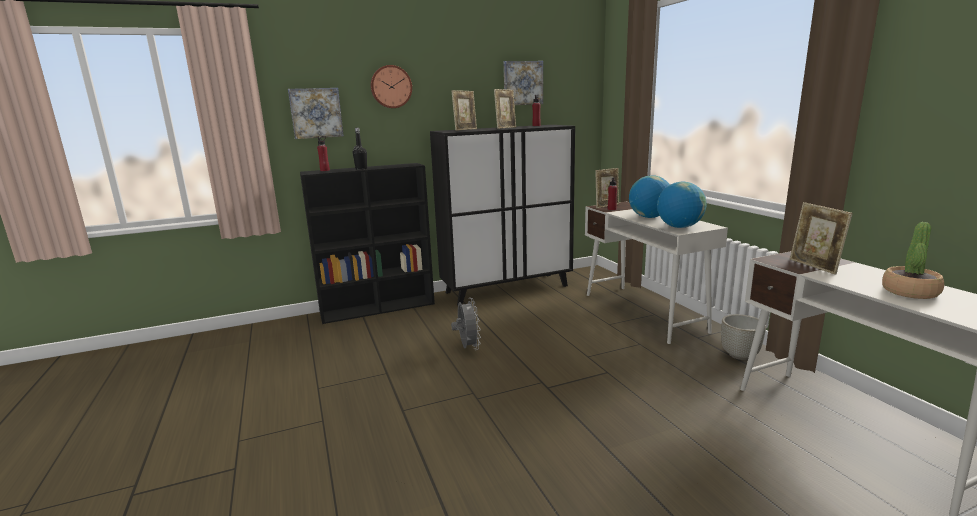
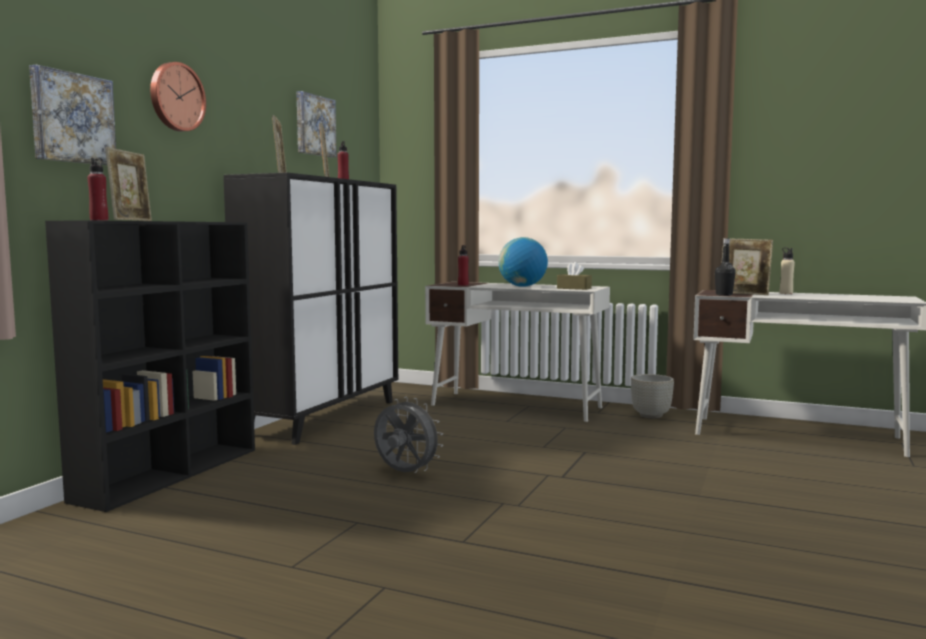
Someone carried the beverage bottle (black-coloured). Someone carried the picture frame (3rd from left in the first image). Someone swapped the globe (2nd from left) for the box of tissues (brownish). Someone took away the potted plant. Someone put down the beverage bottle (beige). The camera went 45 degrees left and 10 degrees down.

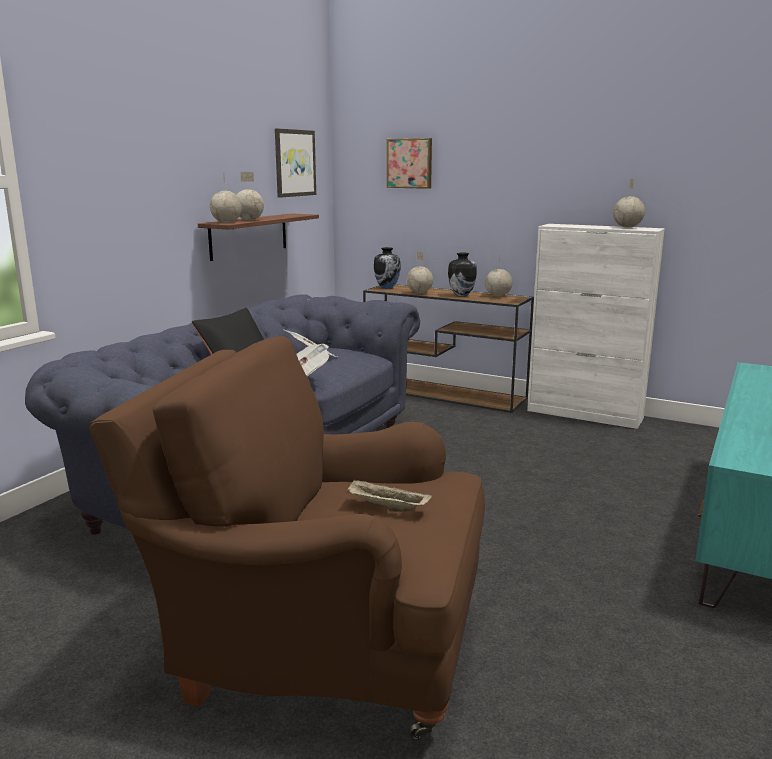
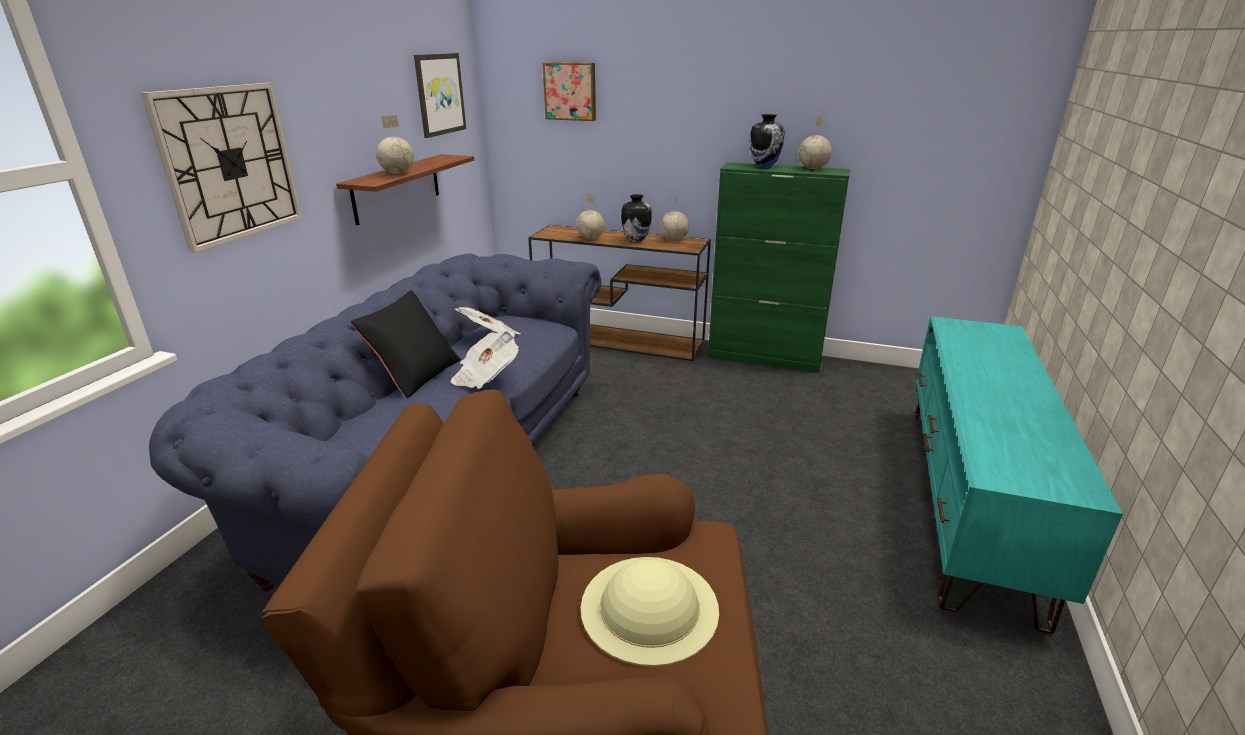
Someone took away the globe (1st from left). Someone repainted the cabinet (whitish), which became the cabinet (greenish). Someone carried the flower vase (1st from left in the first image). Someone swapped the serving tray (beige) for the hat (beige). Someone put up the wall clock. The camera went 10 degrees left and 10 degrees up.

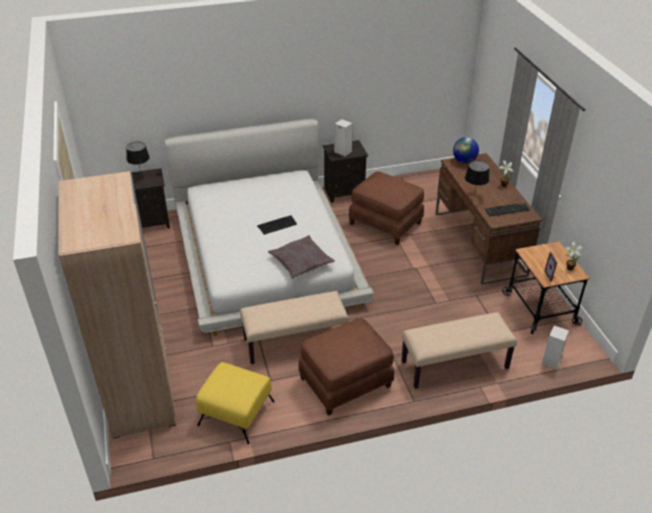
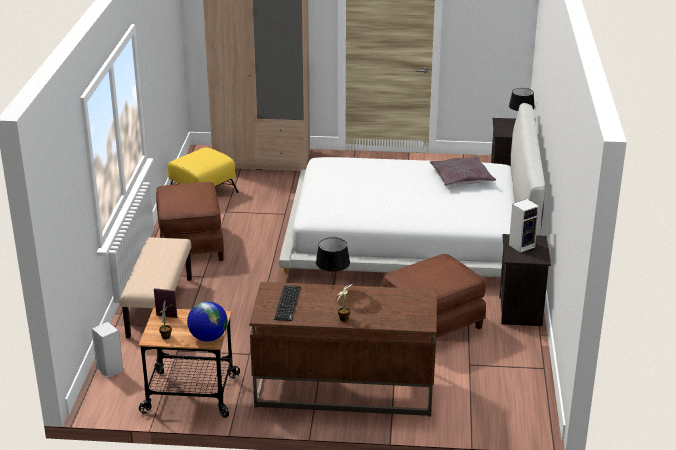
Someone carried the globe. Someone took away the computer keyboard (1st from left). Someone carried the throw pillow (gray). Someone took away the bench (beige) (1st from left). The camera went 110 degrees right and 10 degrees down.

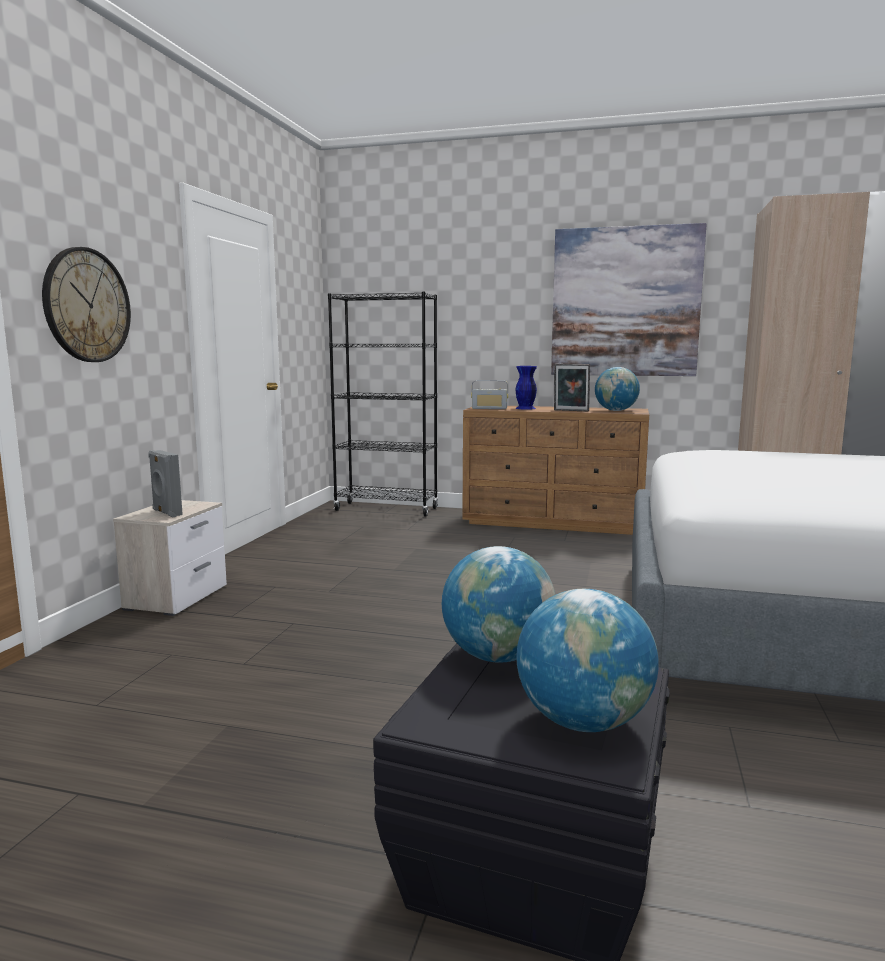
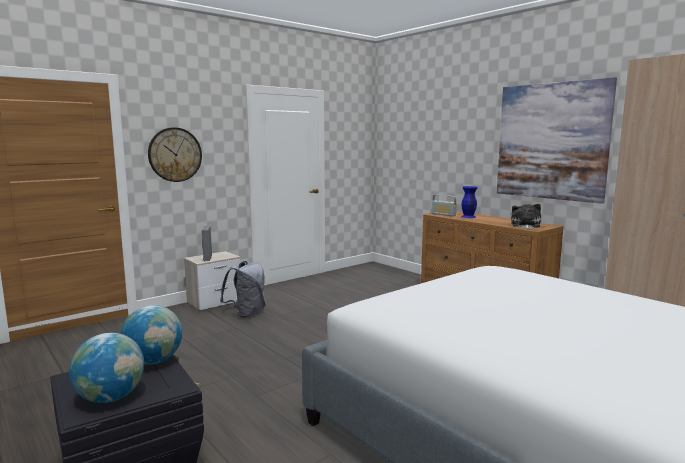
Someone took away the bookcase (black-coloured). Someone took away the picture frame. Someone swapped the globe (3rd from left) for the plush toy. Someone put down the rucksack (gray). The camera went 35 degrees right and 0 degrees up.

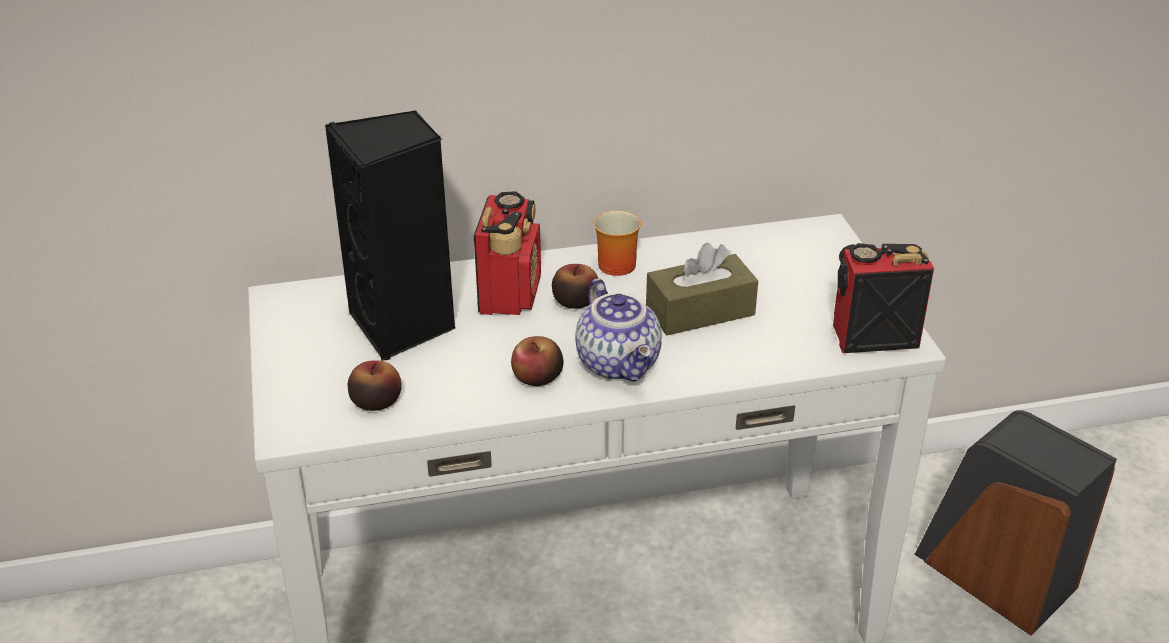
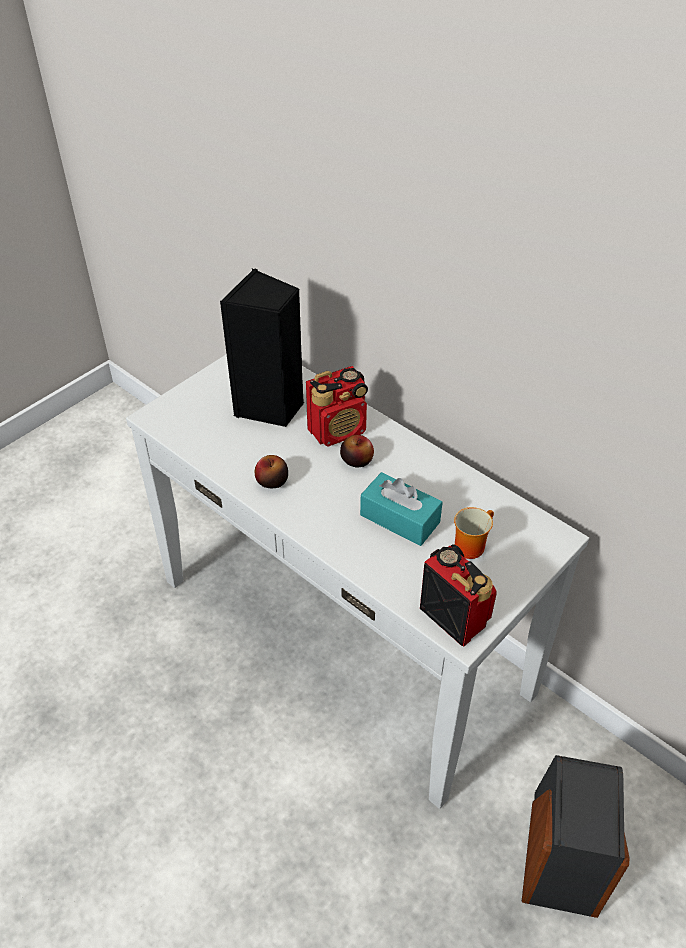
Someone carried the tea mug. Someone repainted the box of tissues (brownish), which became the box of tissues (turquoise). Someone took away the teapot. Someone took away the apple fruit (1st from left). The camera went 55 degrees right and 10 degrees up.

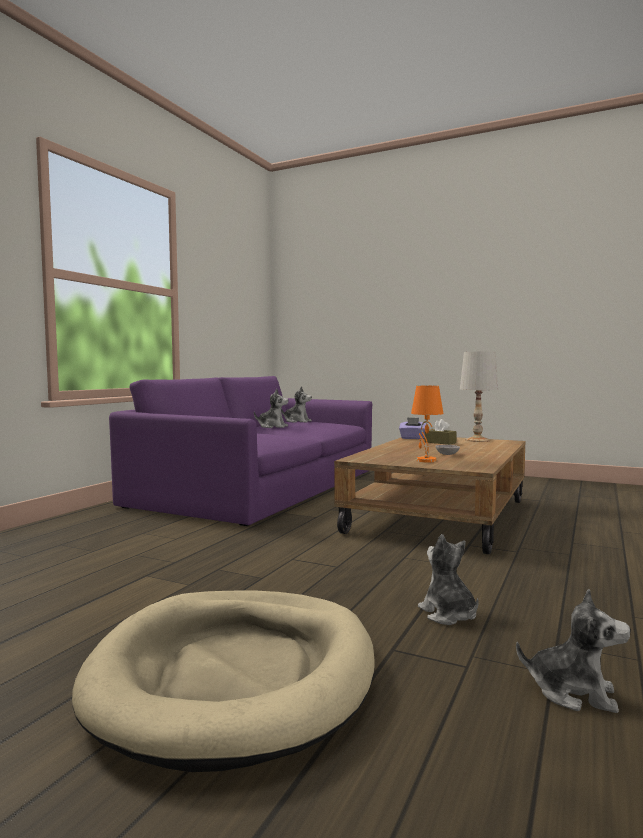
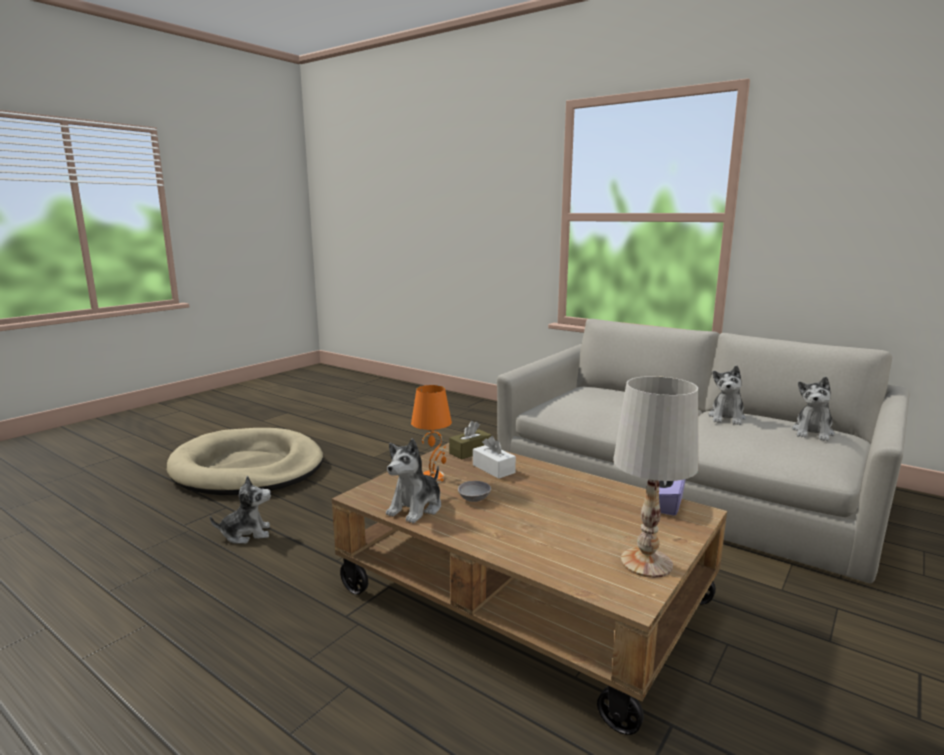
Someone repainted the settee (purplish), which became the settee (gray). Someone carried the box of tissues (brownish). Someone carried the plush toy (4th from left in the first image). Someone put down the box of tissues (whitish). The camera went 100 degrees right and 10 degrees up.

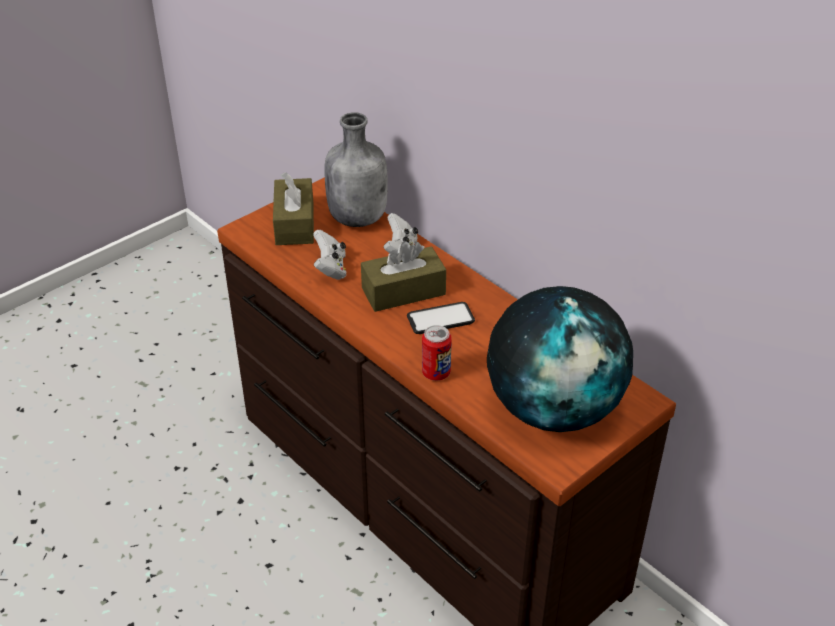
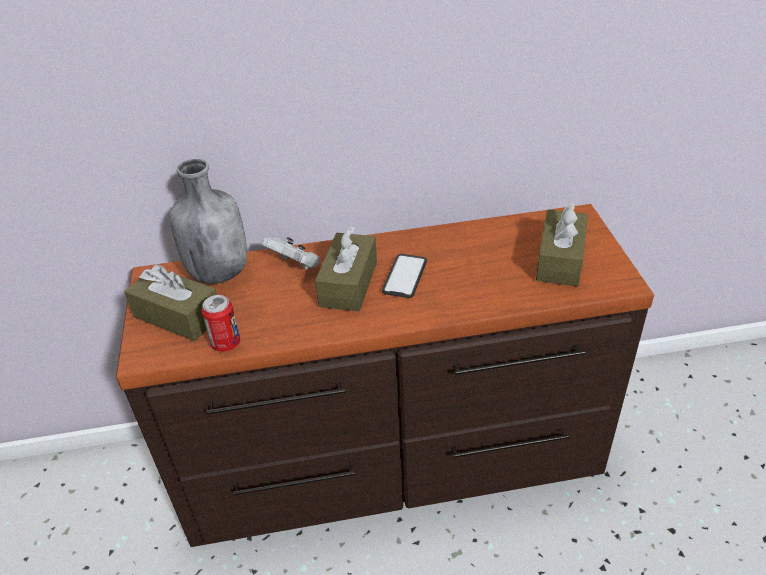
Someone took away the game controller (whitish) (1st from left). Someone swapped the globe for the box of tissues (brownish) (3rd from left). Someone carried the sealed can. The camera went 55 degrees left and 0 degrees up.

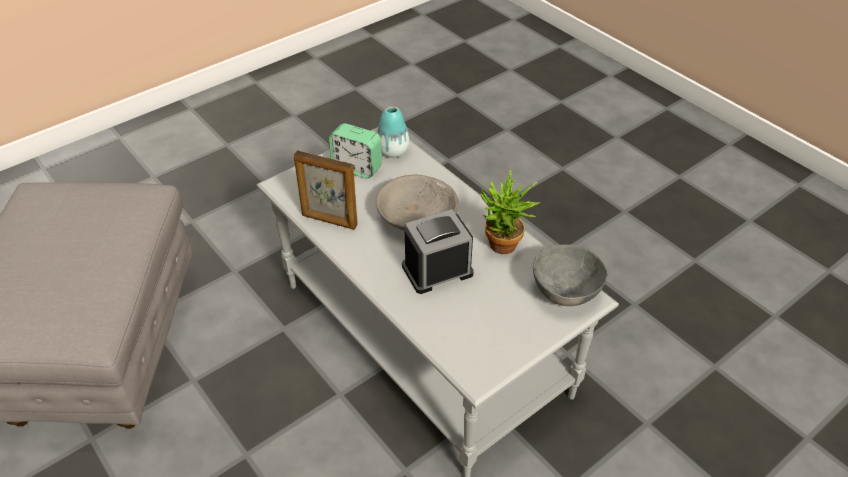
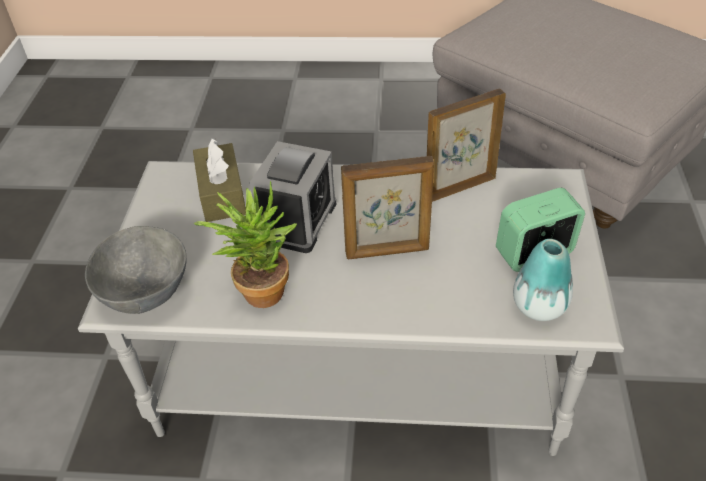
Someone swapped the deep dish (gray) (1st from left) for the picture frame (1st from left). Someone put down the box of tissues (brownish). The camera went 135 degrees right and 0 degrees up.

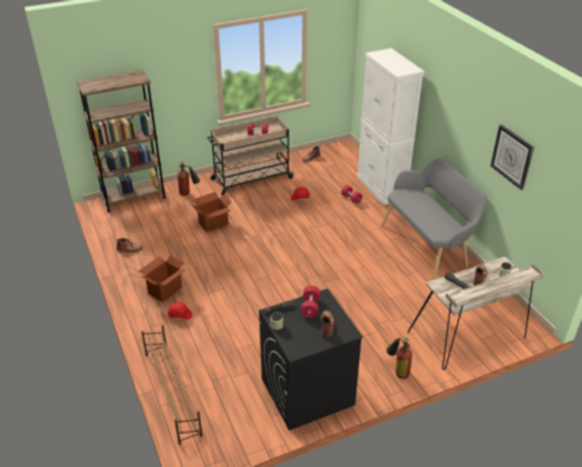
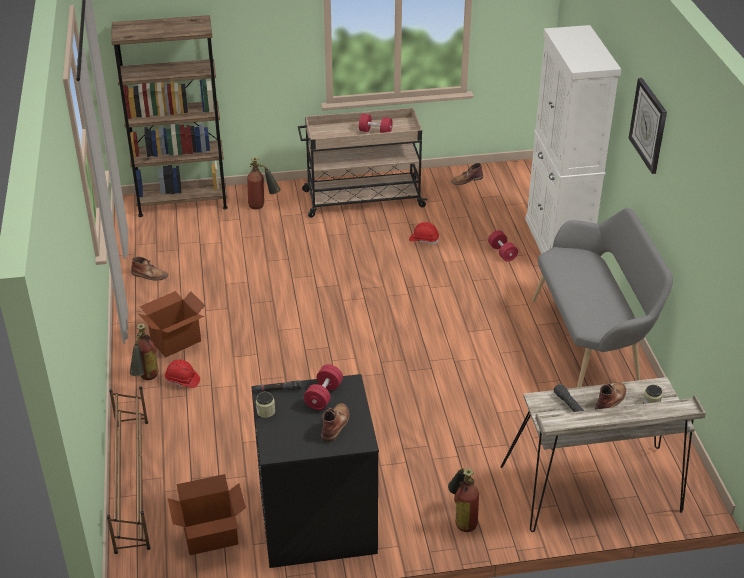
Someone carried the wall clock. Someone carried the packing box (2nd from left). Someone put down the extinguisher (1st from left). The camera went 15 degrees right and 0 degrees up.

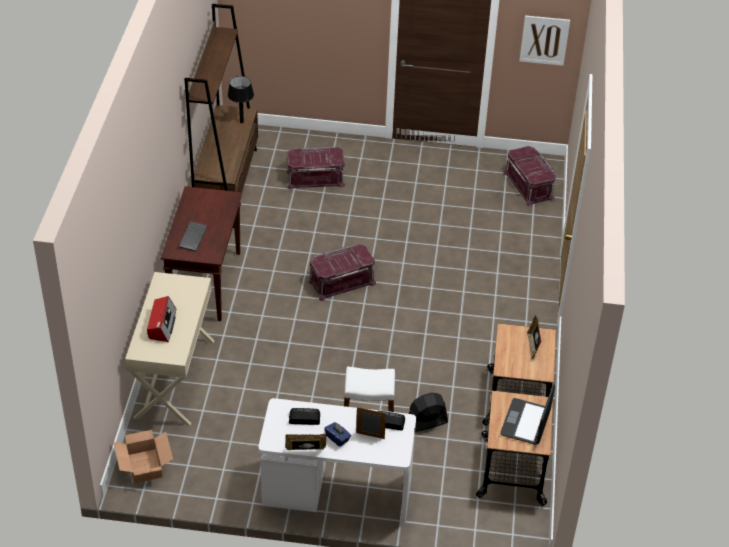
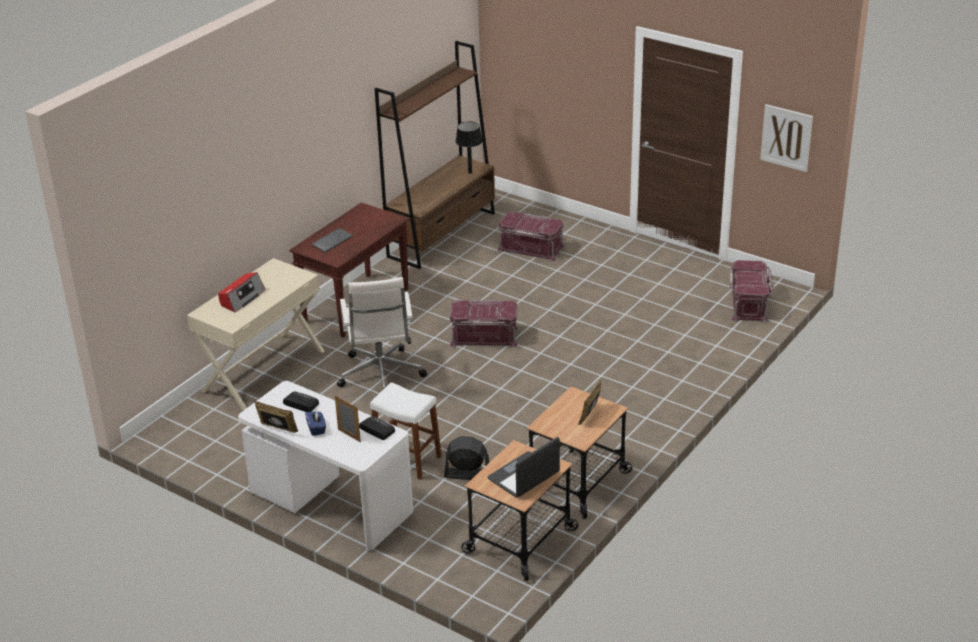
Someone took away the packing box. Someone put down the computer chair (whitish). The camera went 30 degrees right and 10 degrees down.

